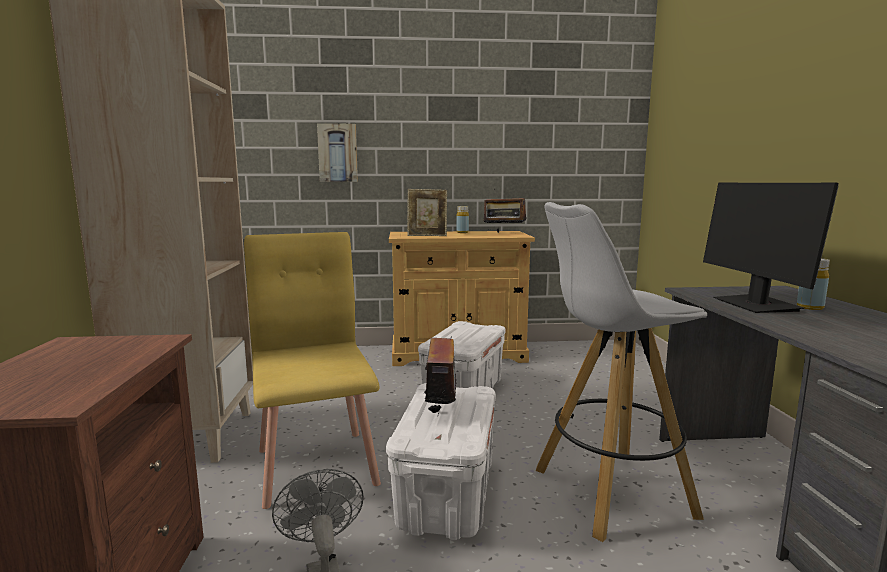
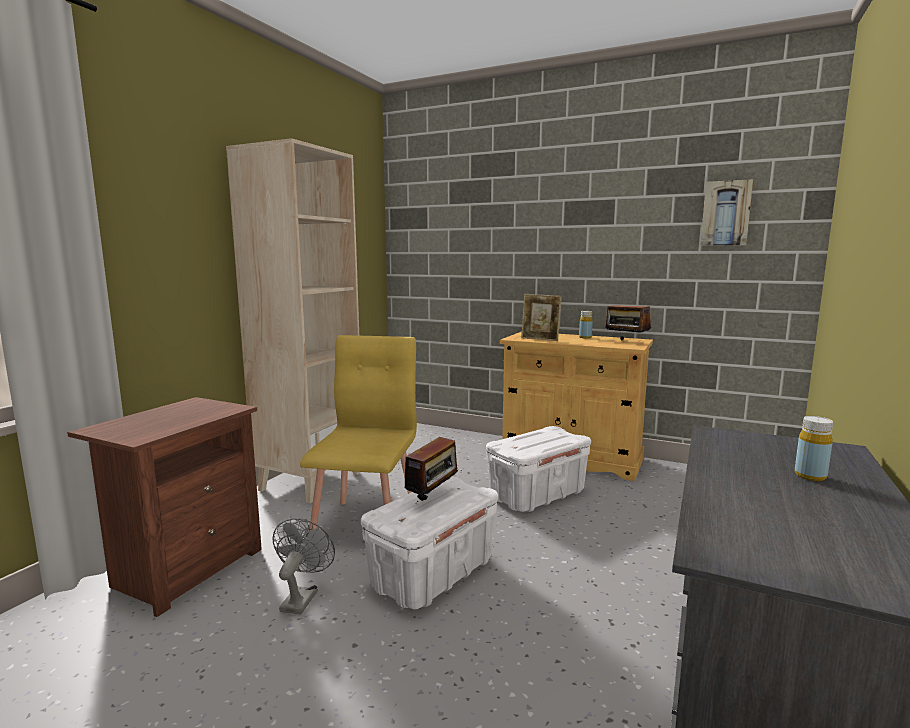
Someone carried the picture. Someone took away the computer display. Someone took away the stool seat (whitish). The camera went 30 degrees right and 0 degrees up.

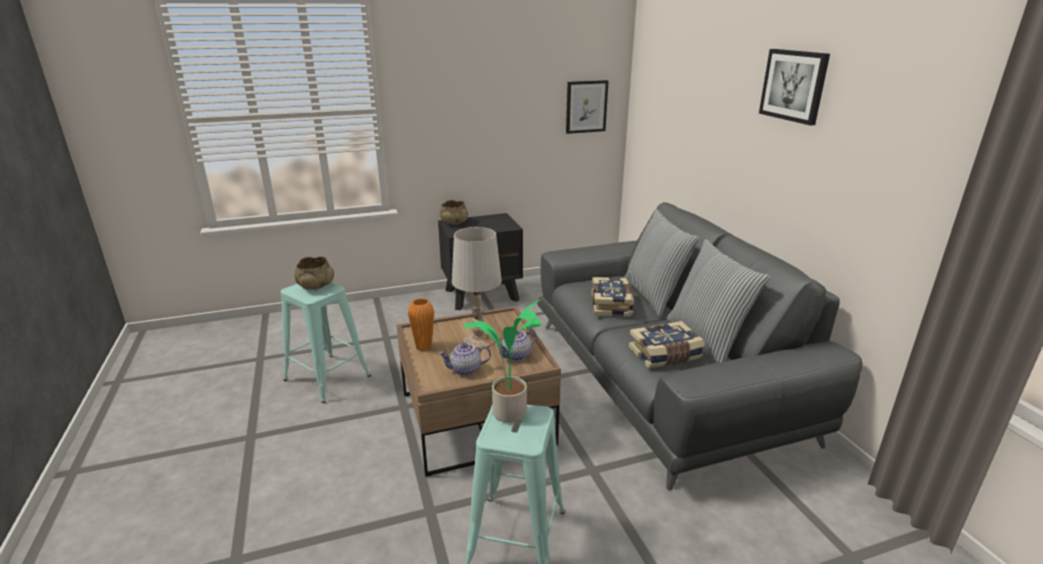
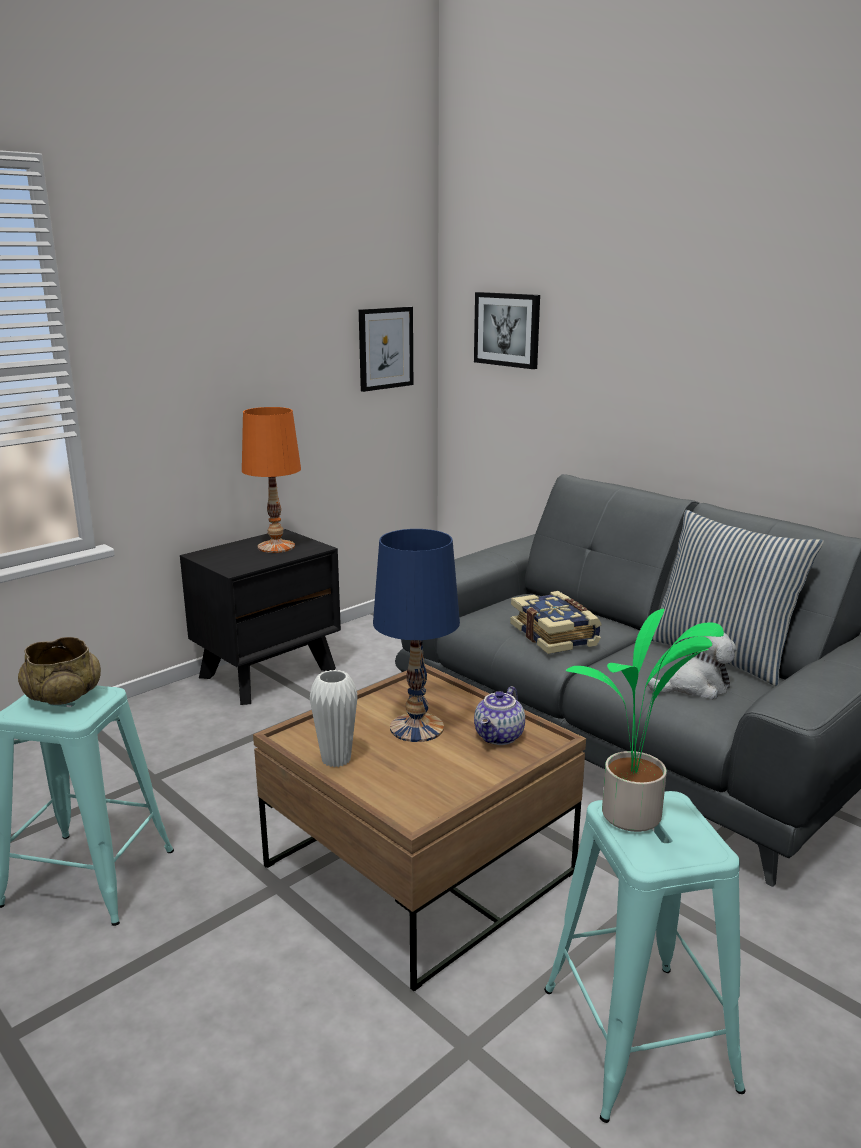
Someone carried the picture (2nd from left). Someone took away the deep dish (beige) (2nd from left). Someone took away the throw pillow (1st from left). Someone repainted the table lamp (whitish), which became the table lamp (blue-coloured). Someone repainted the flower vase (orange), which became the flower vase (whitish). Someone swapped the volume (2nd from left) for the plush toy. Someone took away the teapot (1st from left). Someone put down the table lamp (orange). The camera went 25 degrees left and 5 degrees down.

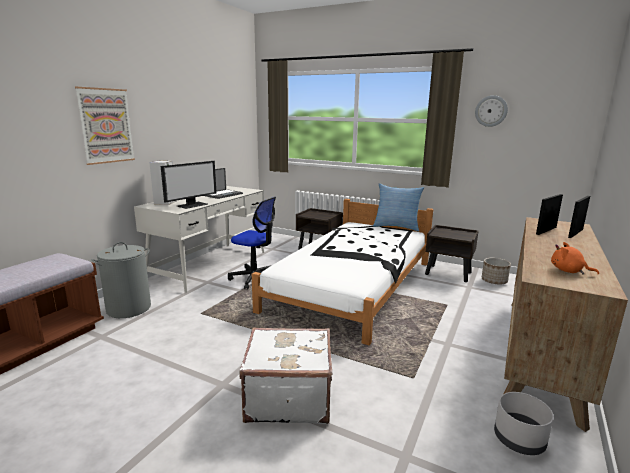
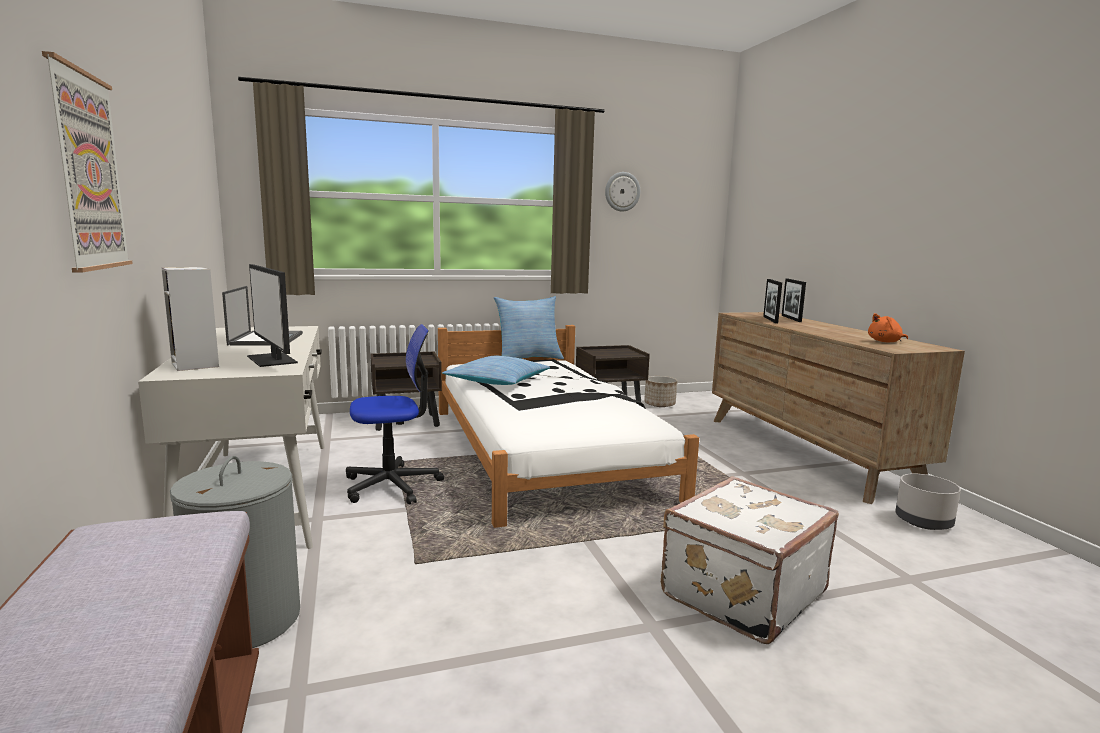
Someone rotated the computer display by 150 degrees clockwise. Someone put down the throw pillow (1st from left). The camera went 45 degrees left and 5 degrees down.

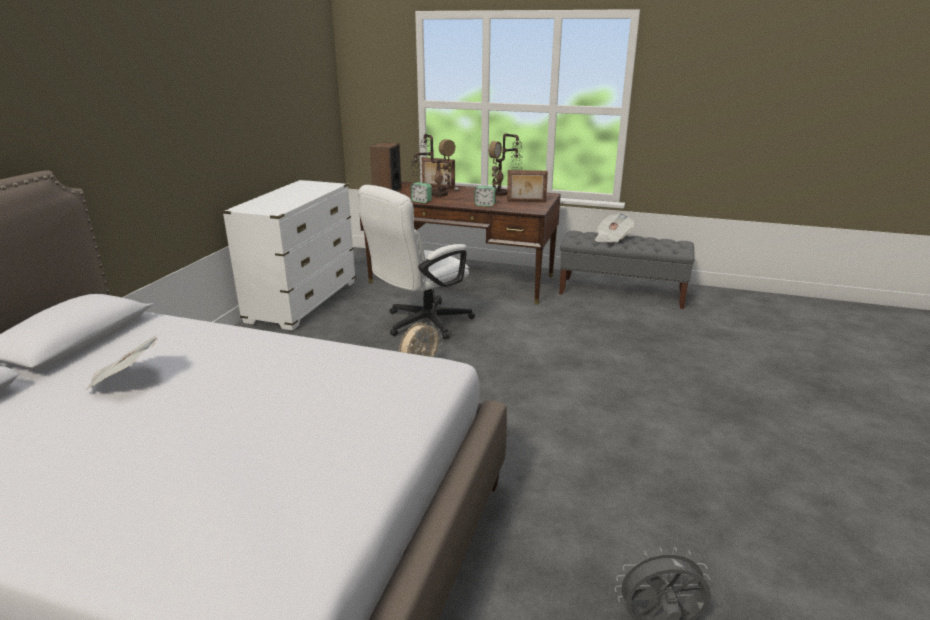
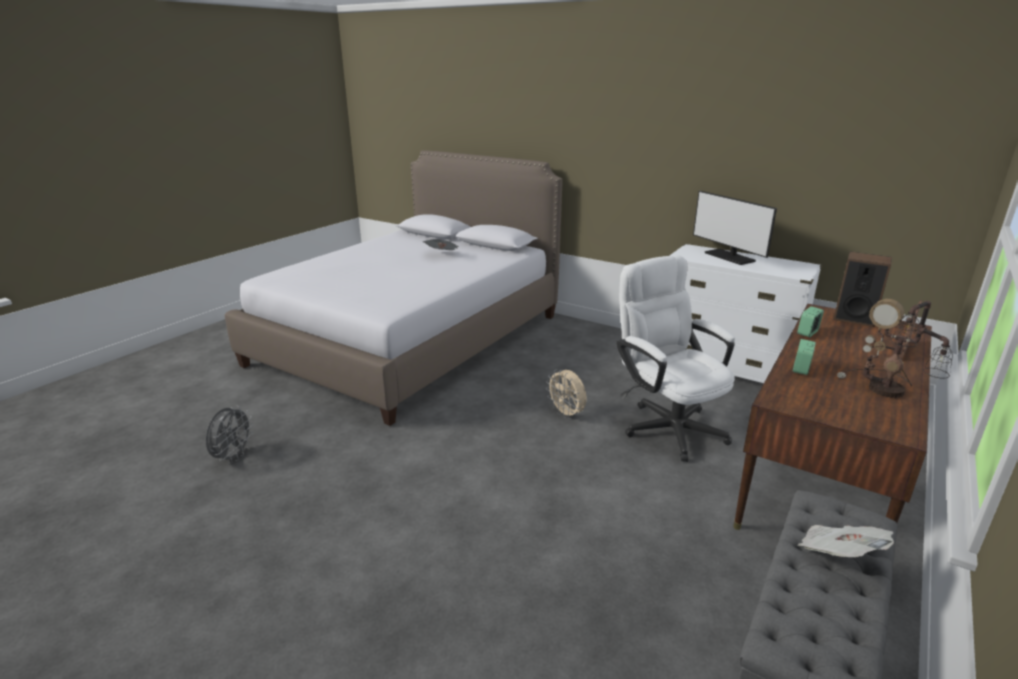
Someone took away the table lamp (1st from left). Someone took away the picture frame (2nd from left). Someone put down the computer display. The camera went 105 degrees right and 0 degrees up.

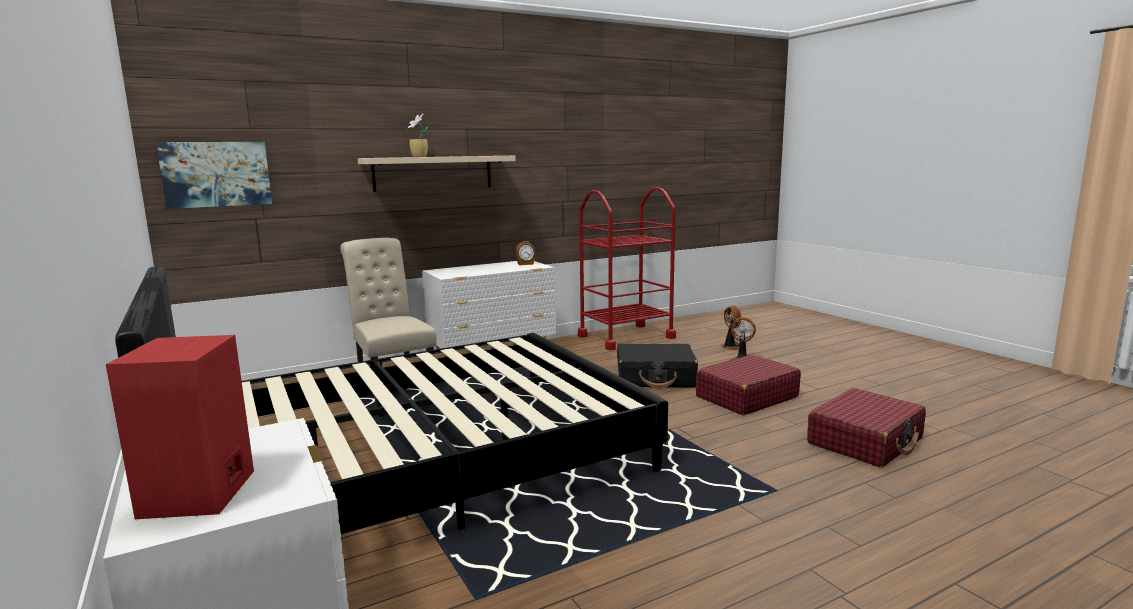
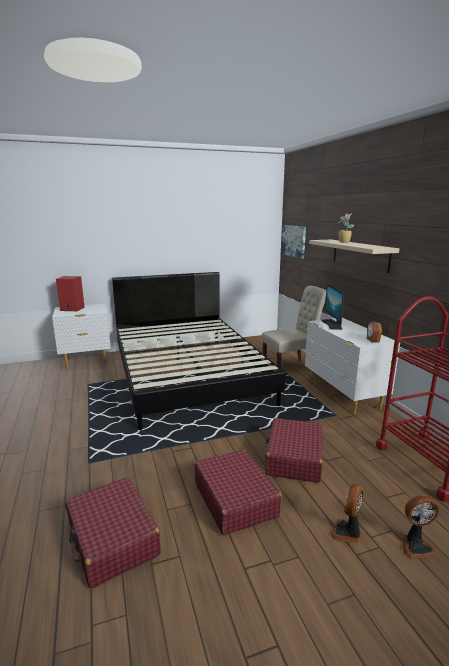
Someone repainted the suitcase (black-coloured), which became the suitcase (red) (3rd from left). Someone put down the computer display. The camera went 100 degrees right and 5 degrees up.

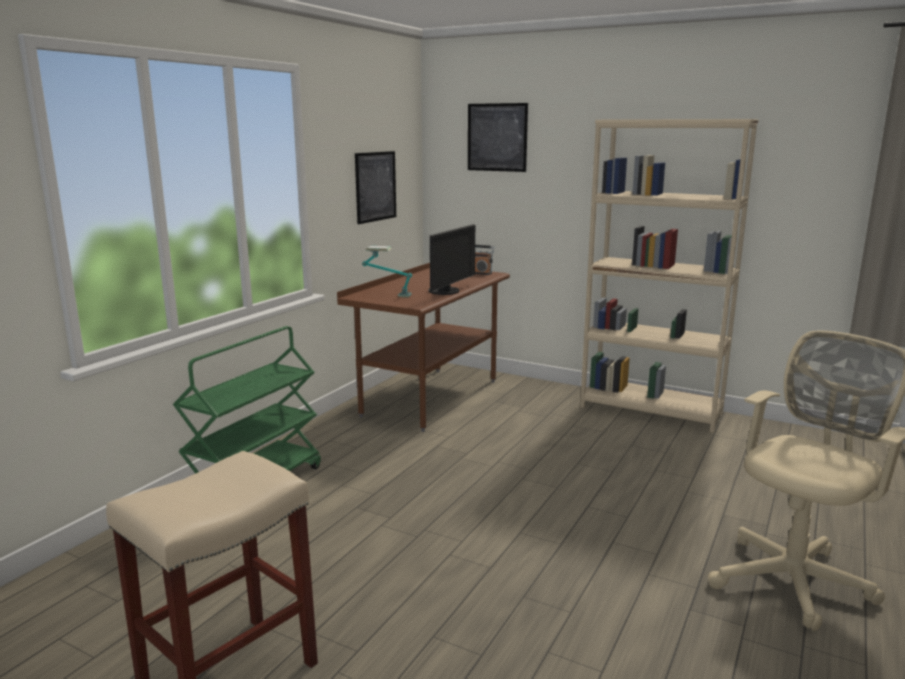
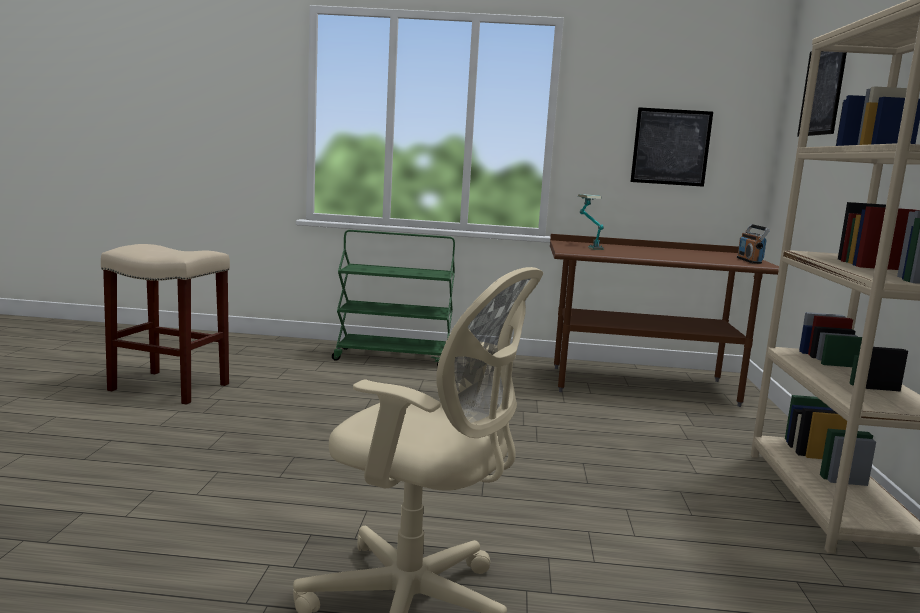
Someone took away the computer display. The camera went 65 degrees right and 5 degrees down.

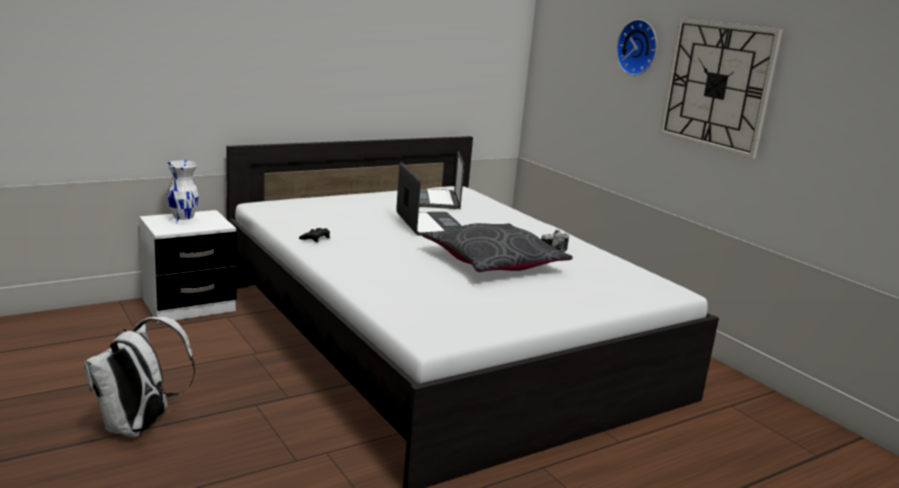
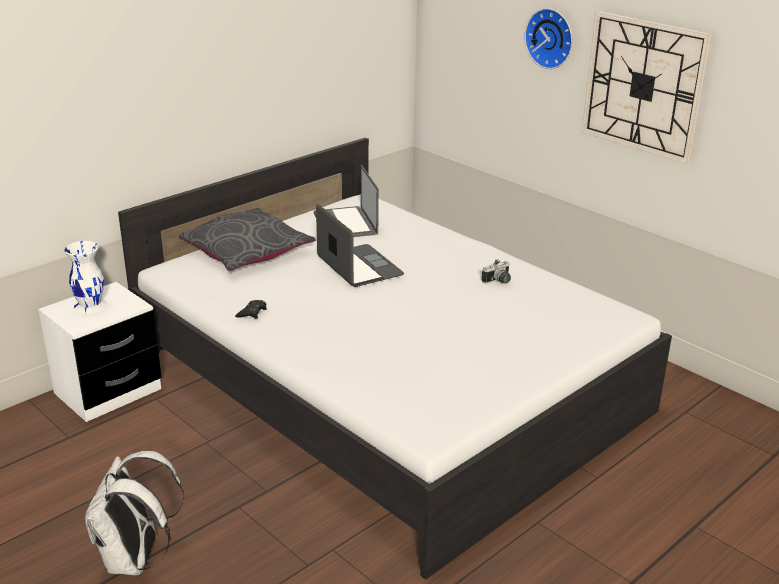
Someone carried the throw pillow (gray). The camera went 10 degrees left and 10 degrees up.

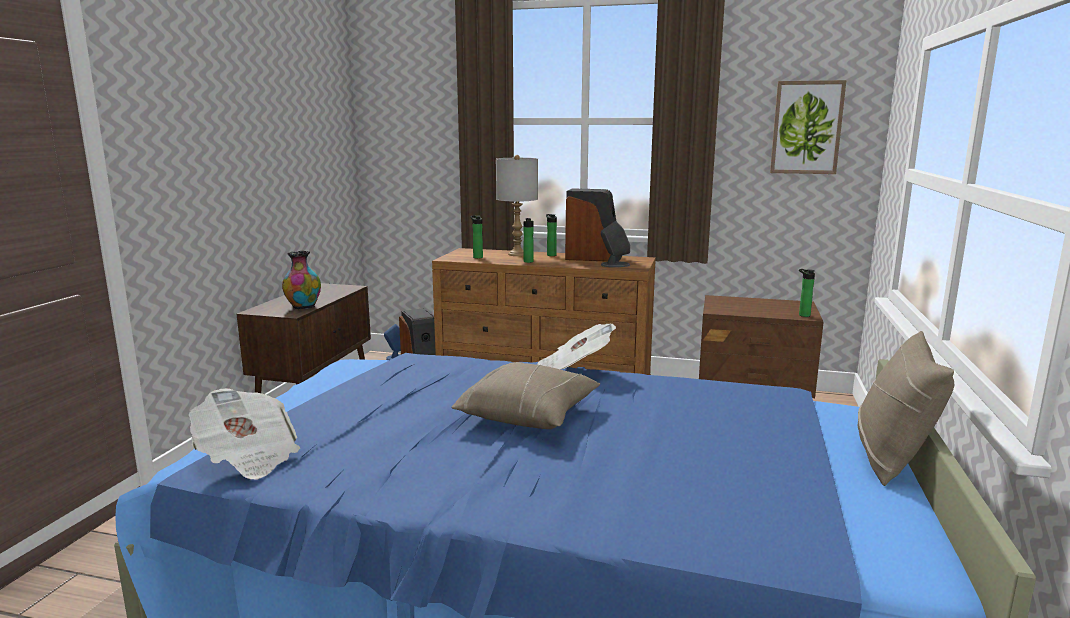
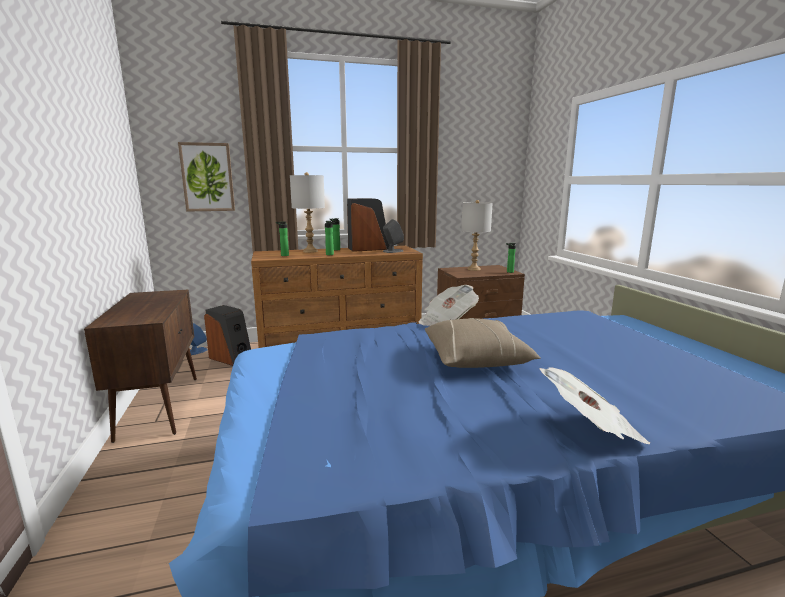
Someone carried the picture. Someone took away the flower vase. Someone took away the throw pillow (beige) (2nd from left). Someone carried the daily paper (1st from left in the first image). Someone put down the table lamp (gray) (2nd from left). The camera went 30 degrees left and 0 degrees up.

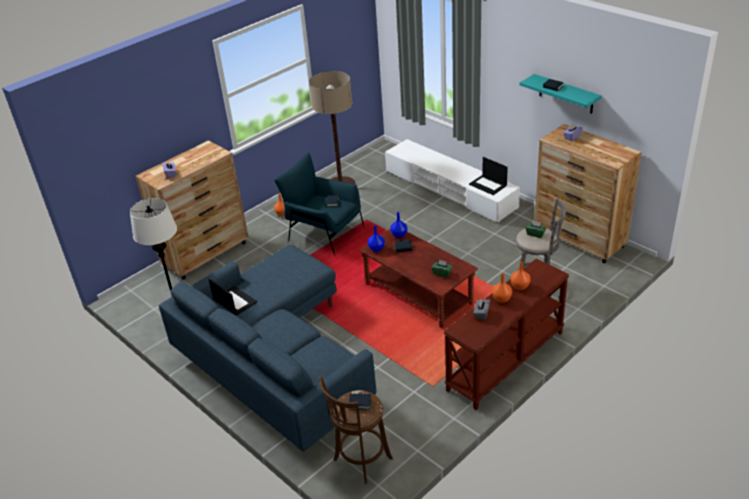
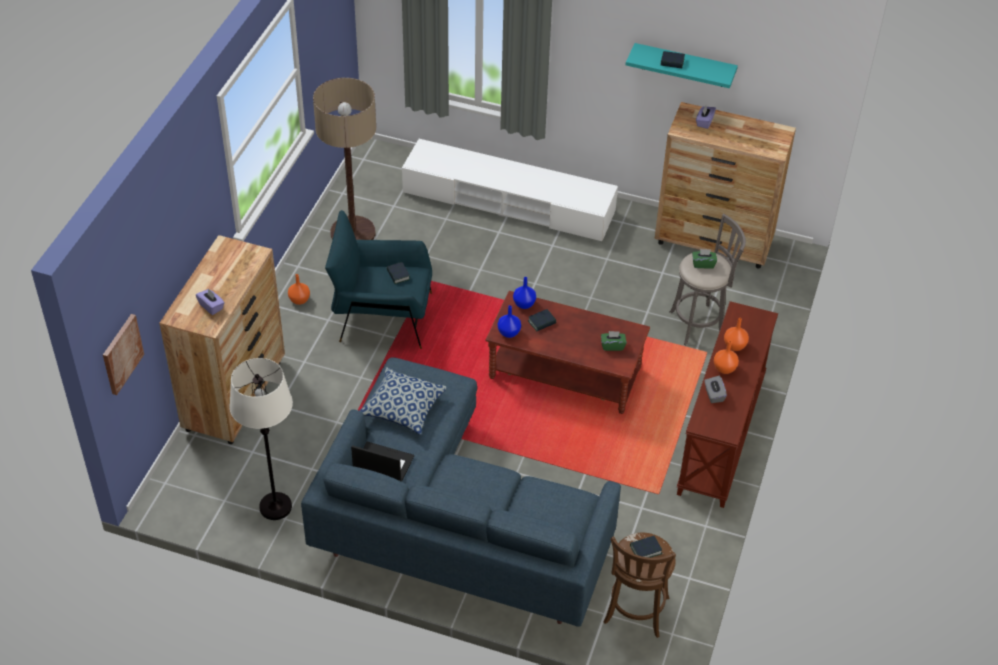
Someone took away the notebook computer (2nd from left). Someone put up the picture. Someone put down the throw pillow. The camera went 30 degrees left and 10 degrees up.

